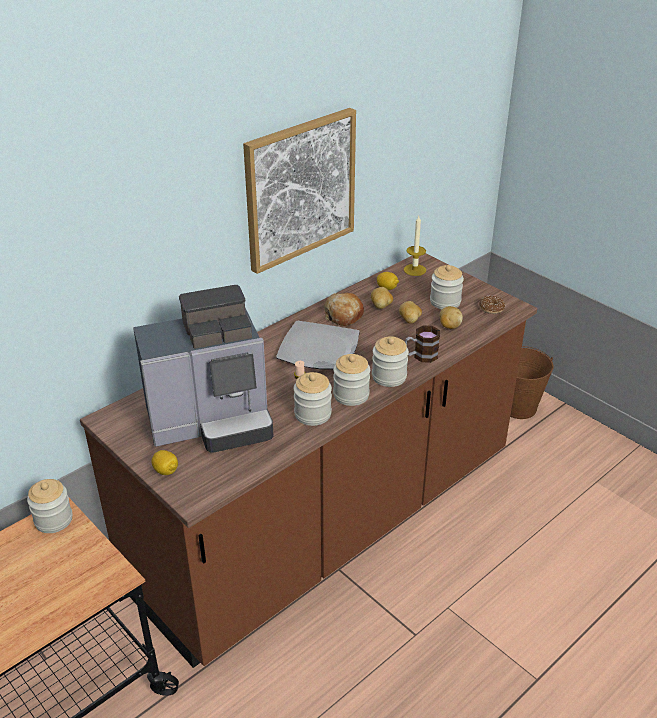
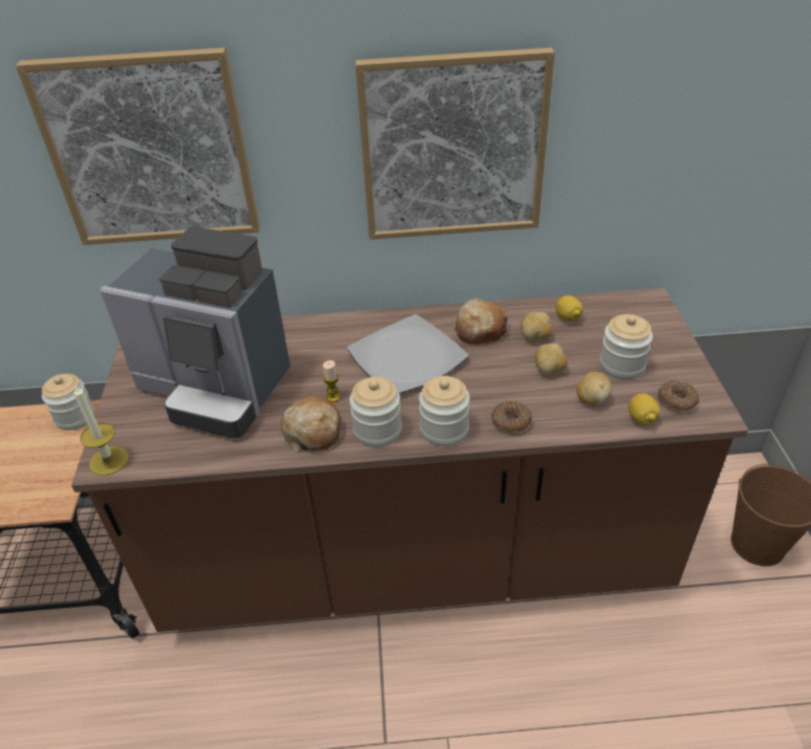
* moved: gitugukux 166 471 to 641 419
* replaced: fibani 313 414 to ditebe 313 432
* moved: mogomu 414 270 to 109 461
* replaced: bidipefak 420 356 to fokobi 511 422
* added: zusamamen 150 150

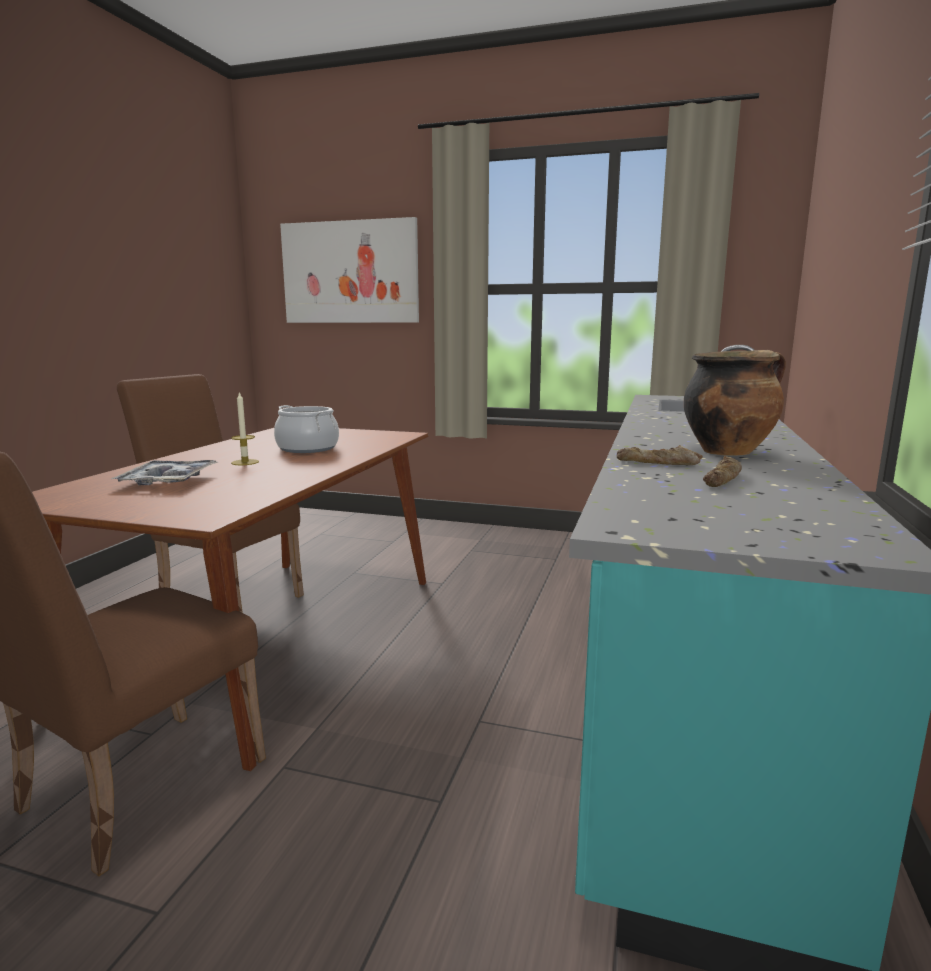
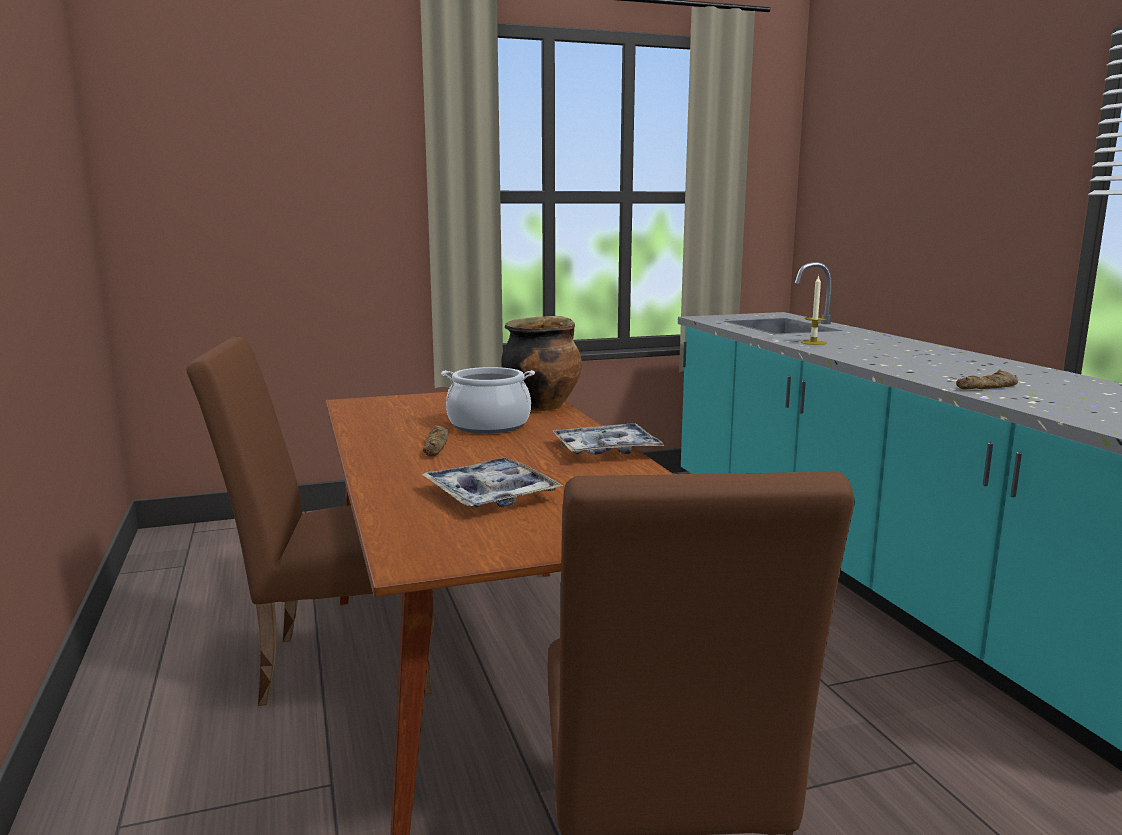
* moved: mogomu 245 462 to 813 343
* removed: zusamamen 350 272
* moved: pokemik 728 451 to 542 406
* moved: ditebe 723 480 to 437 447
* added: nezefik 606 450

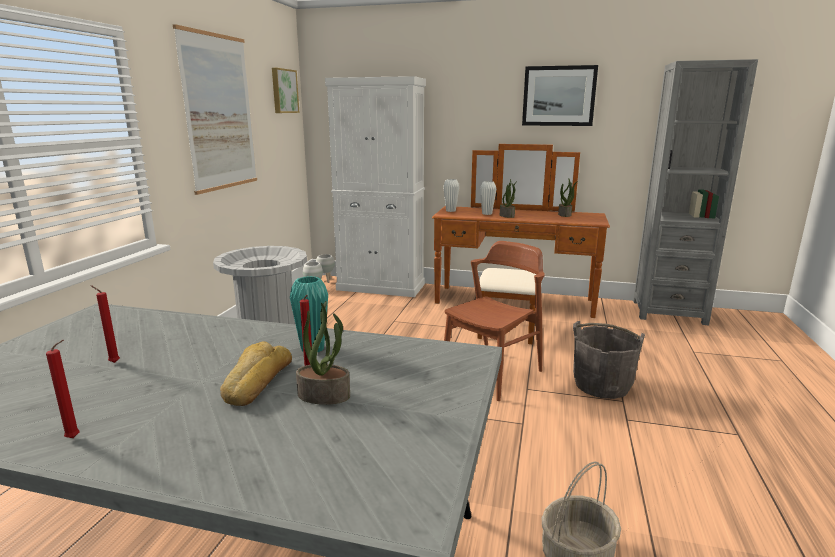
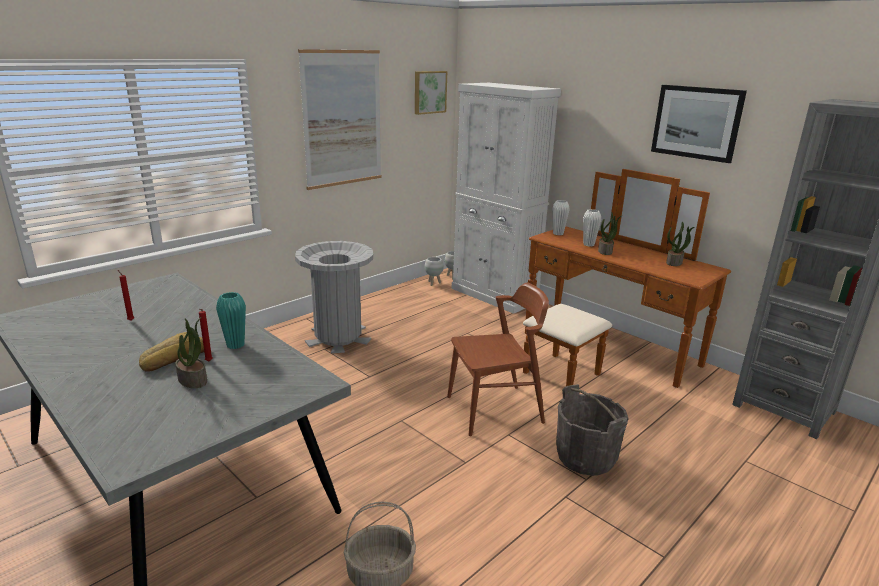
* removed: red_mogomu 75 438

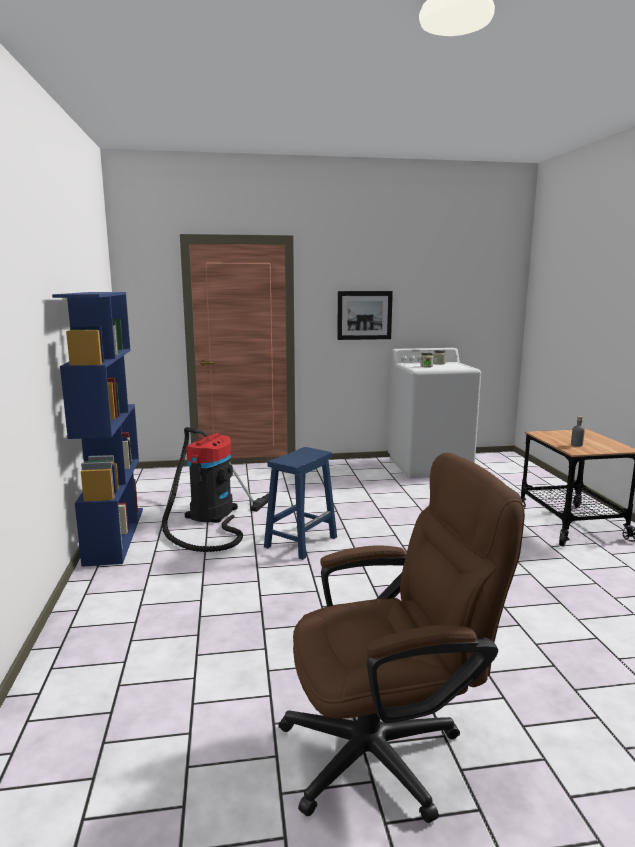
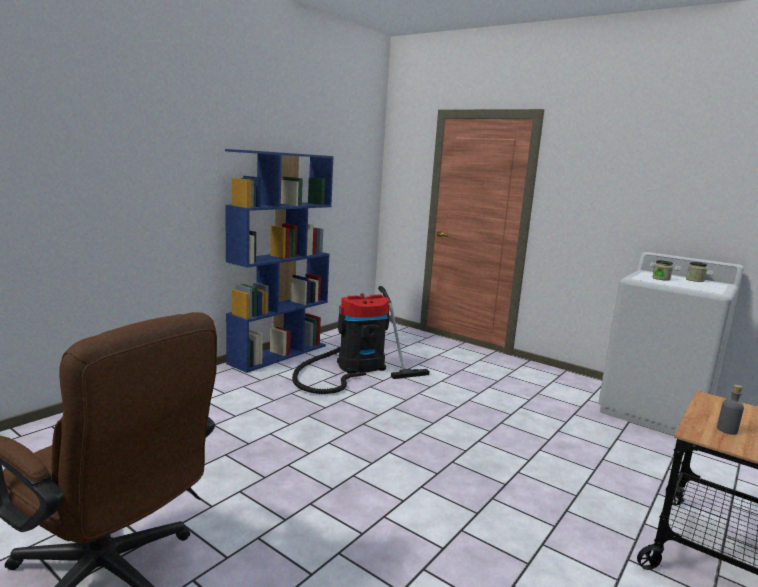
* removed: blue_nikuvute 301 541
* removed: zusamamen 364 315

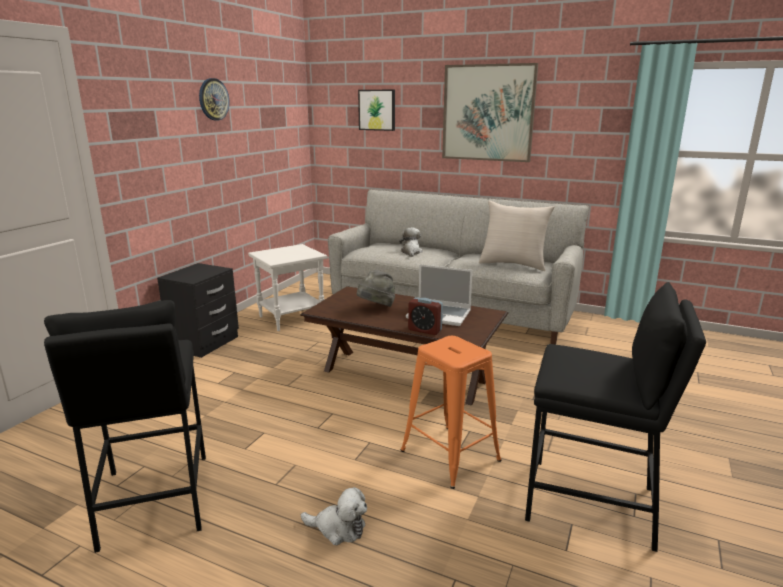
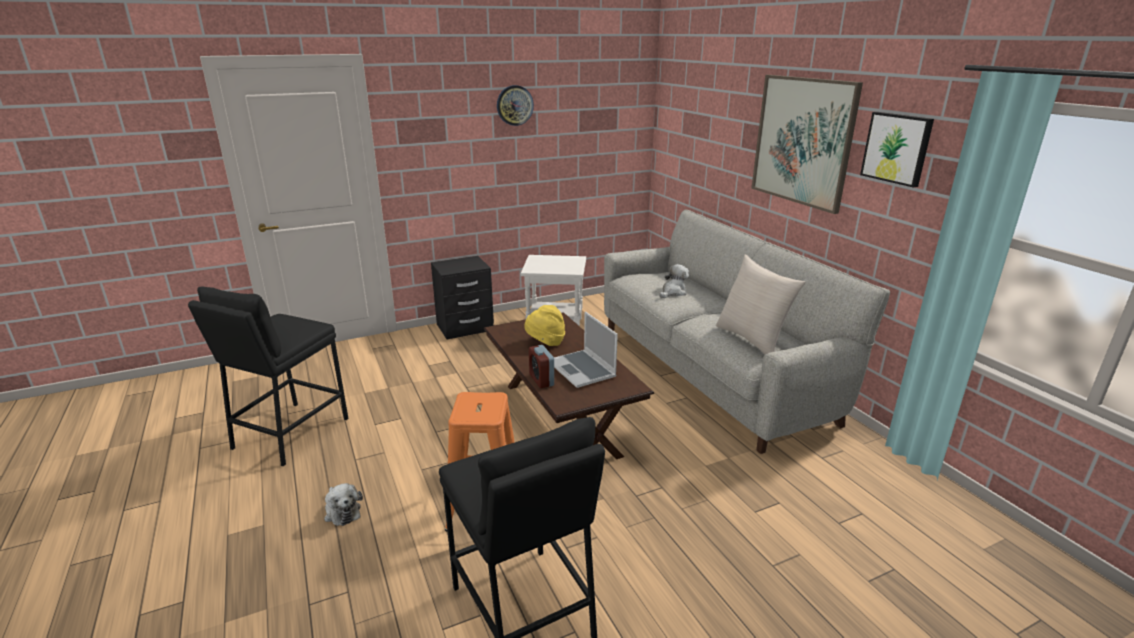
* recoloured: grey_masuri 376 308 to yellow_masuri 545 342
* moved: zusamamen 377 110 to 897 148

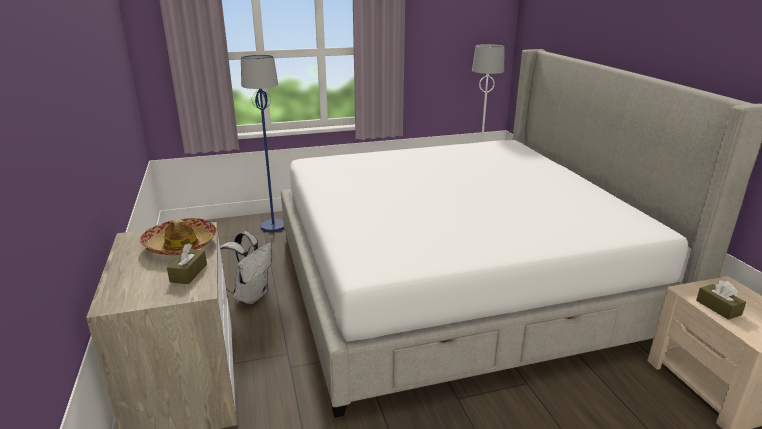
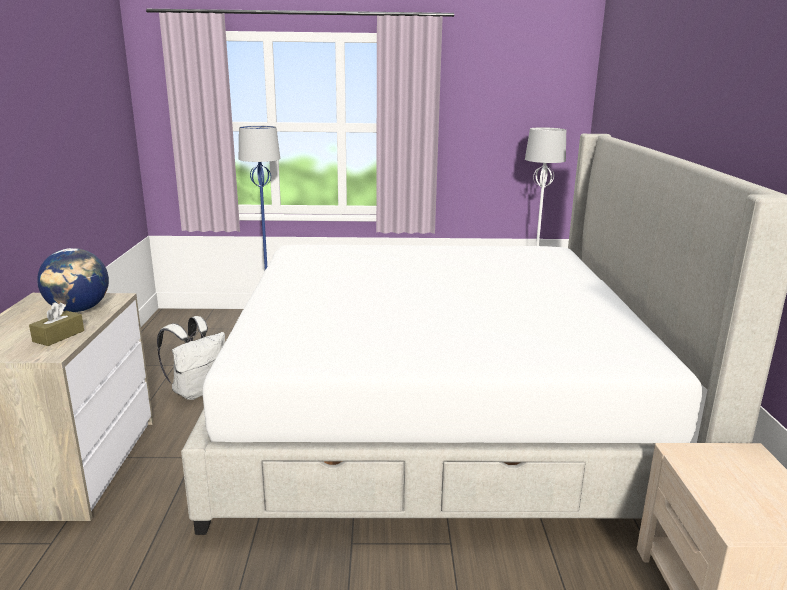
* replaced: masuri 180 245 to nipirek 79 310
* removed: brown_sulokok 718 307

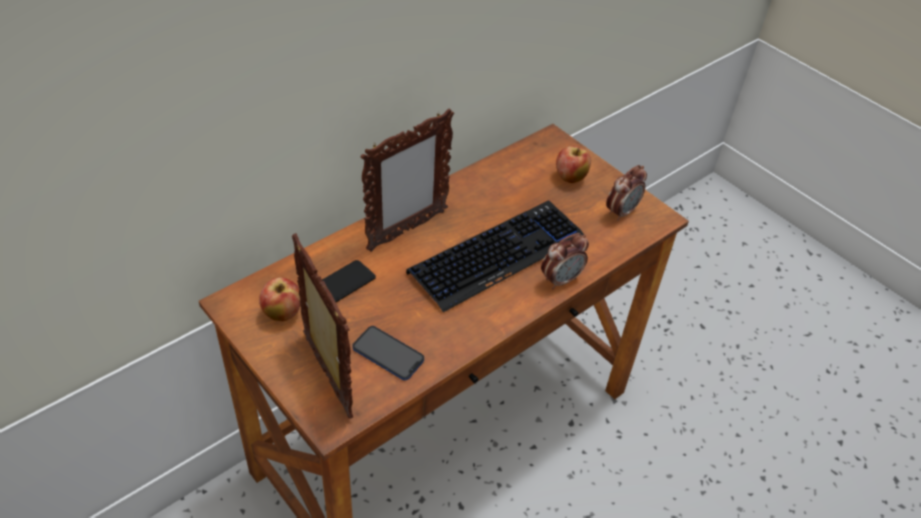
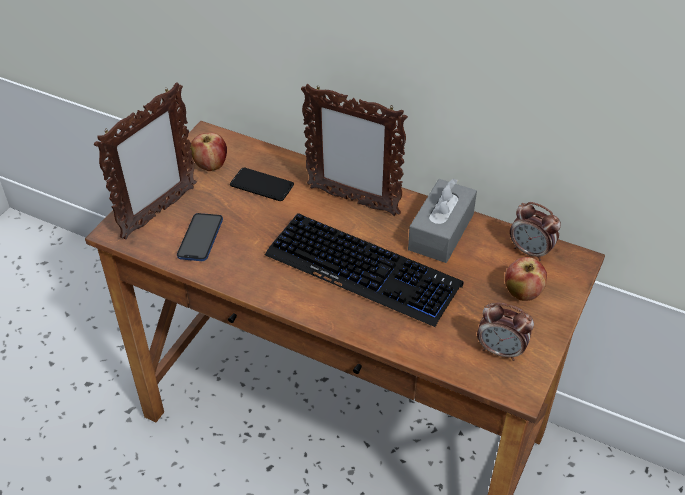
* moved: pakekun 561 280 to 530 251
* added: grey_sulokok 441 232

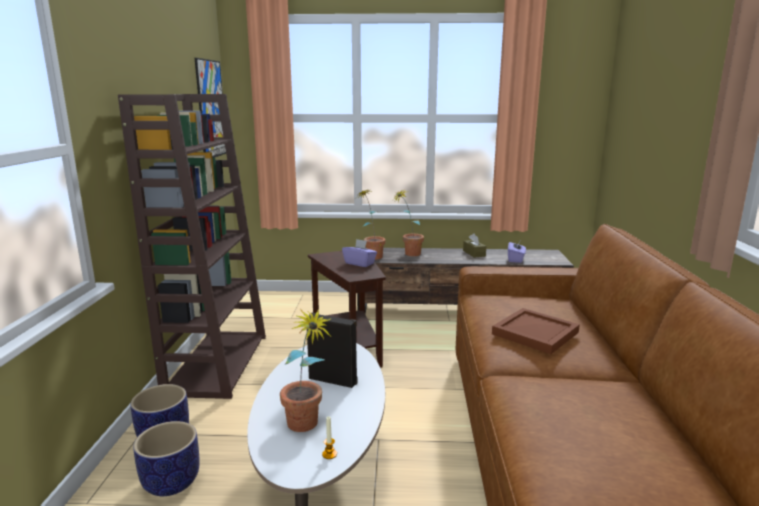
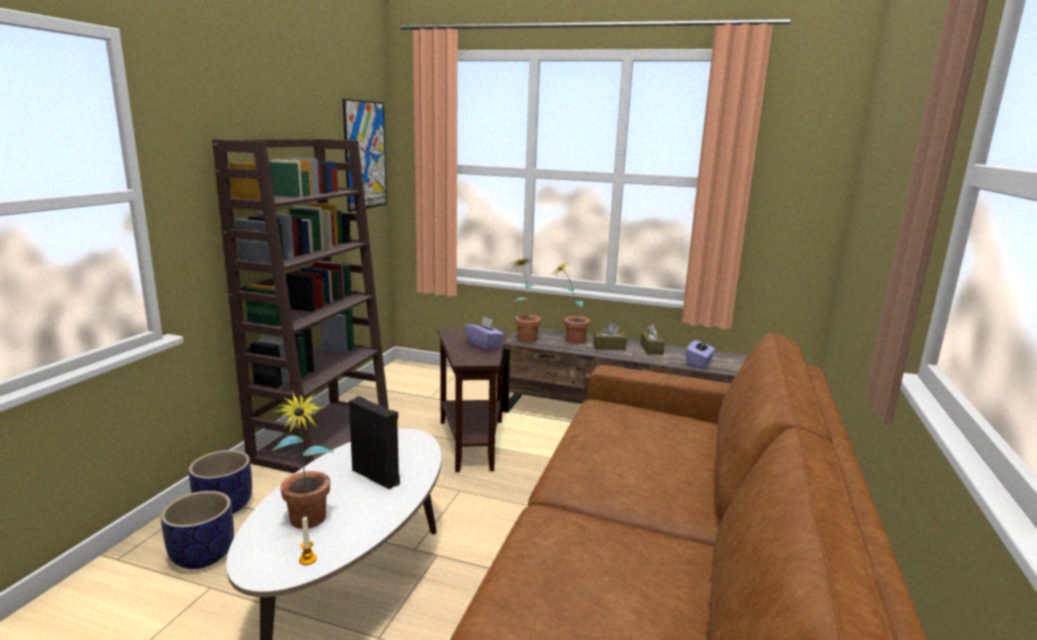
* removed: brown_nezefik 536 333
* added: brown_sulokok 609 347

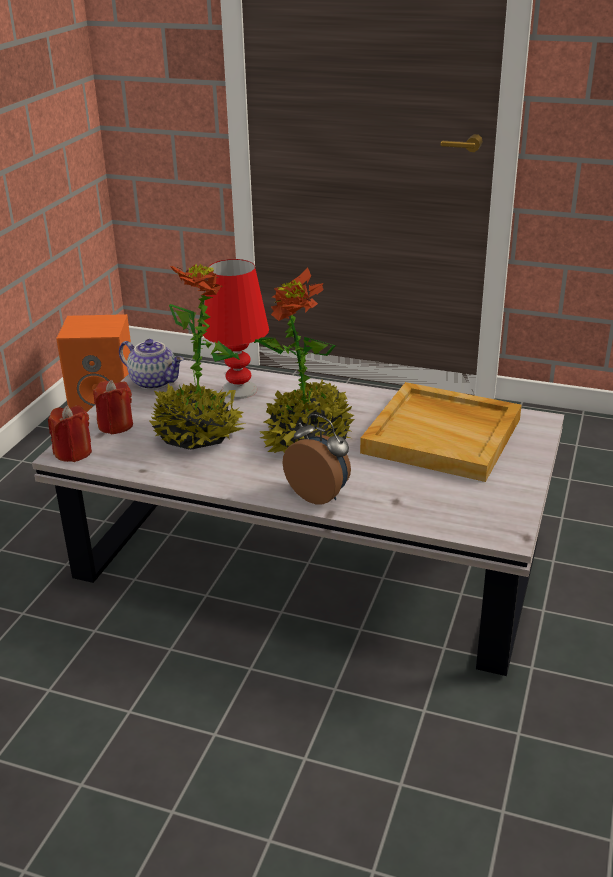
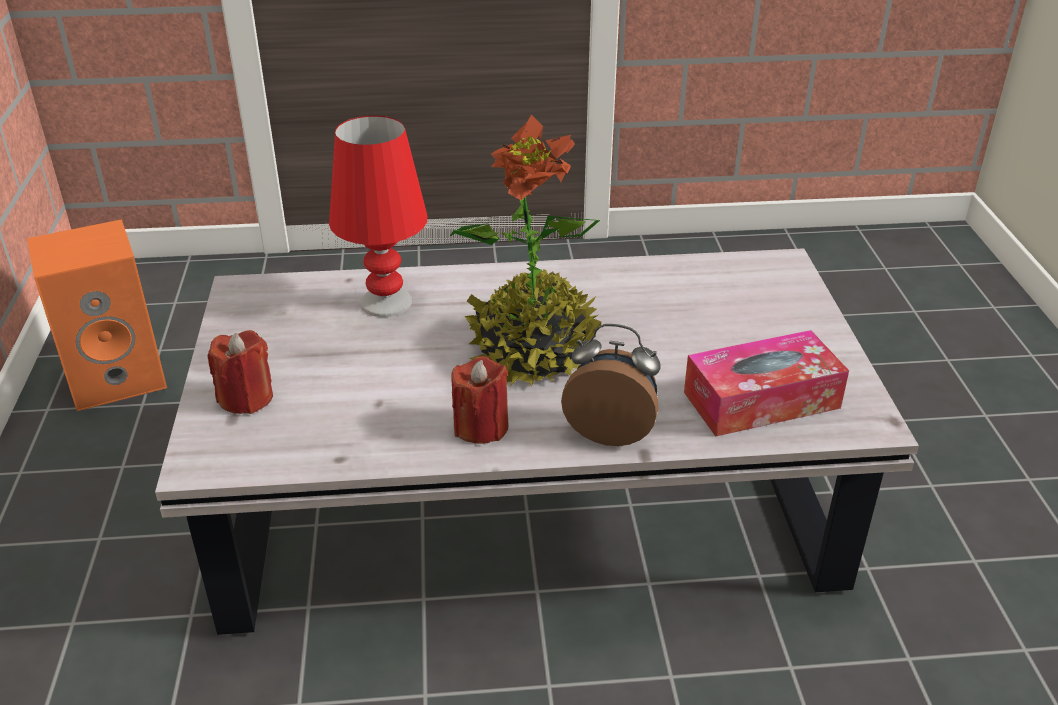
* moved: red_mogomu 73 453 to 481 427
* removed: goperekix 155 382
* removed: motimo 198 434
* removed: beige_nezefik 443 435
* added: sulokok 761 400

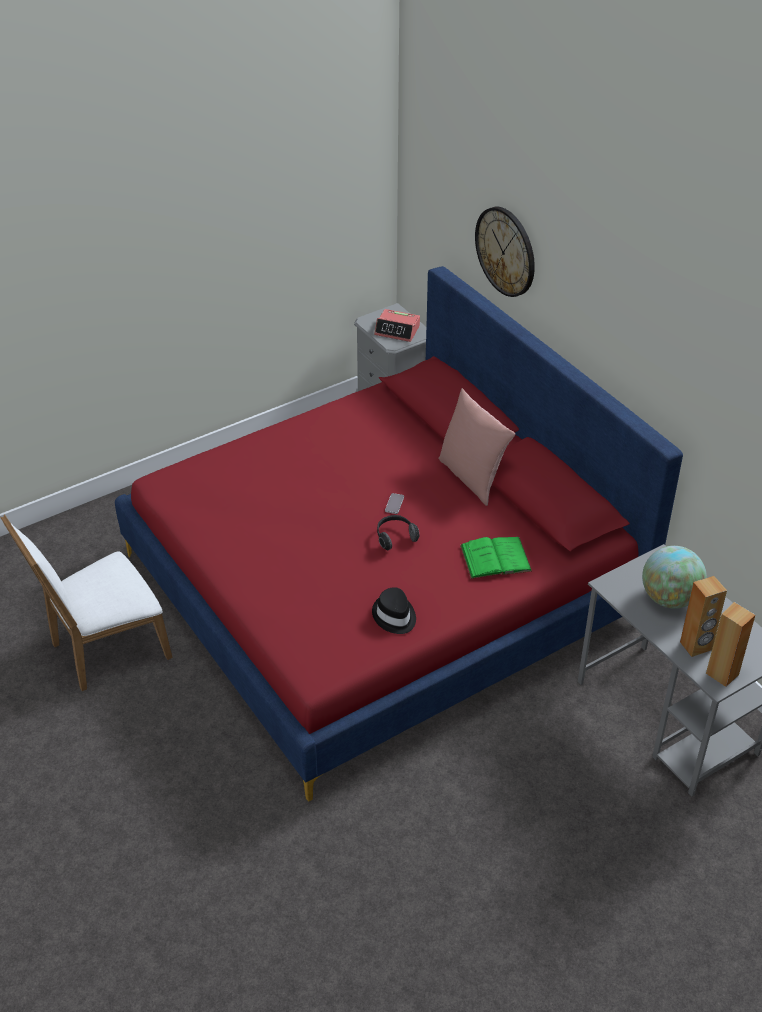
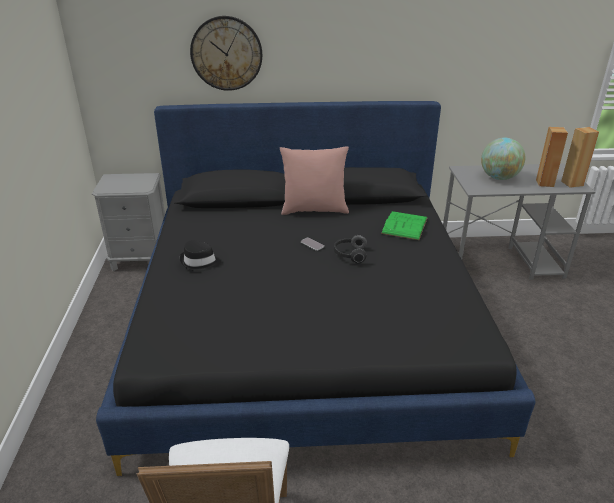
* recoloured: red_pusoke 381 587 to black_pusoke 307 328
* moved: black_masuri 394 616 to 200 262
* removed: pakekun 397 330

